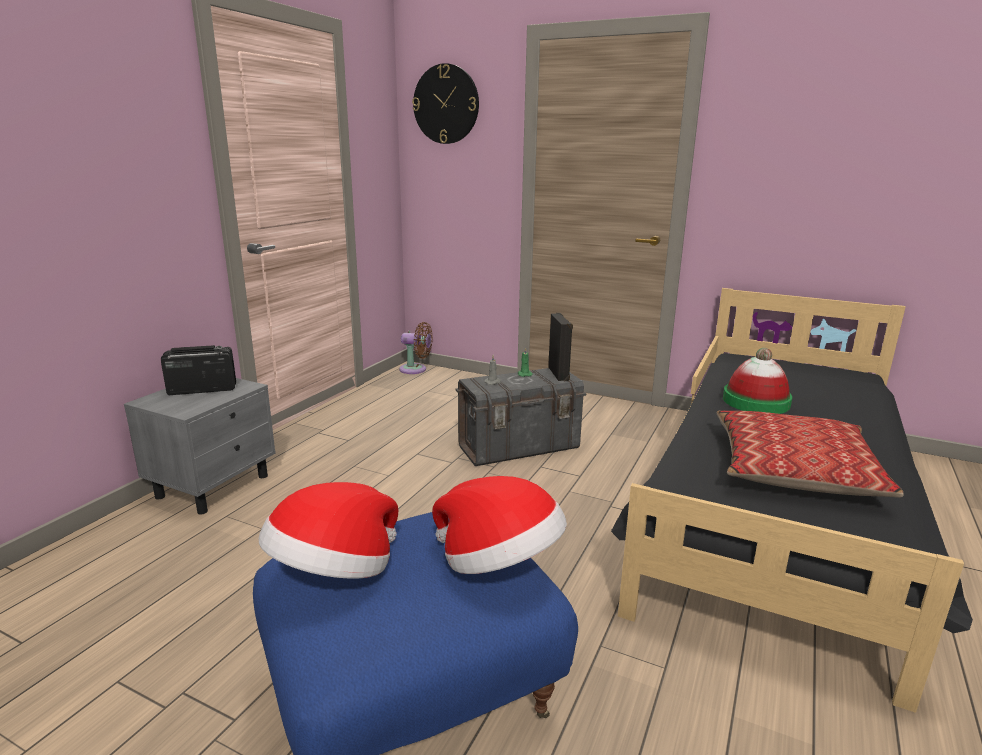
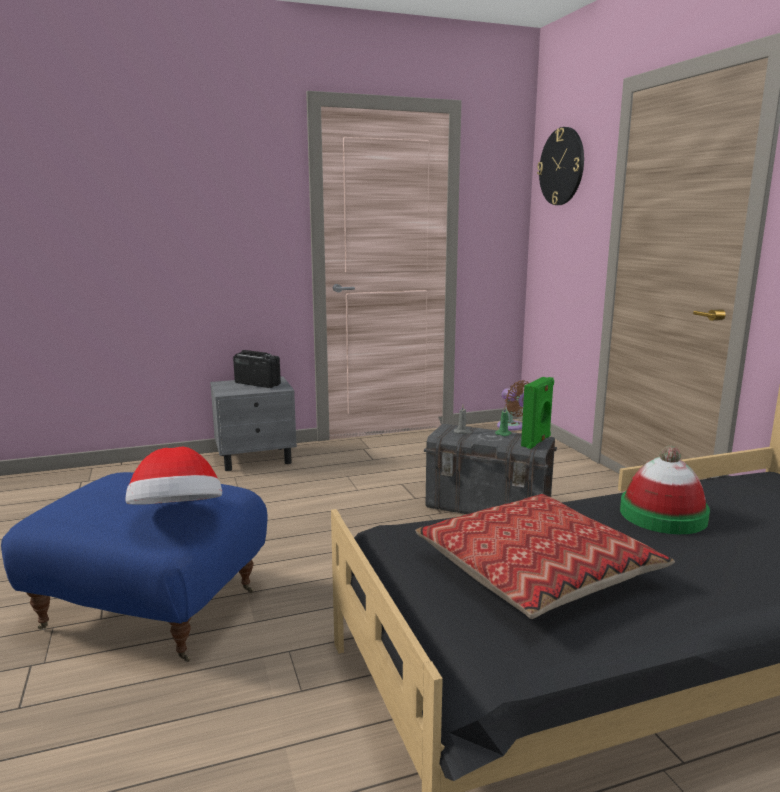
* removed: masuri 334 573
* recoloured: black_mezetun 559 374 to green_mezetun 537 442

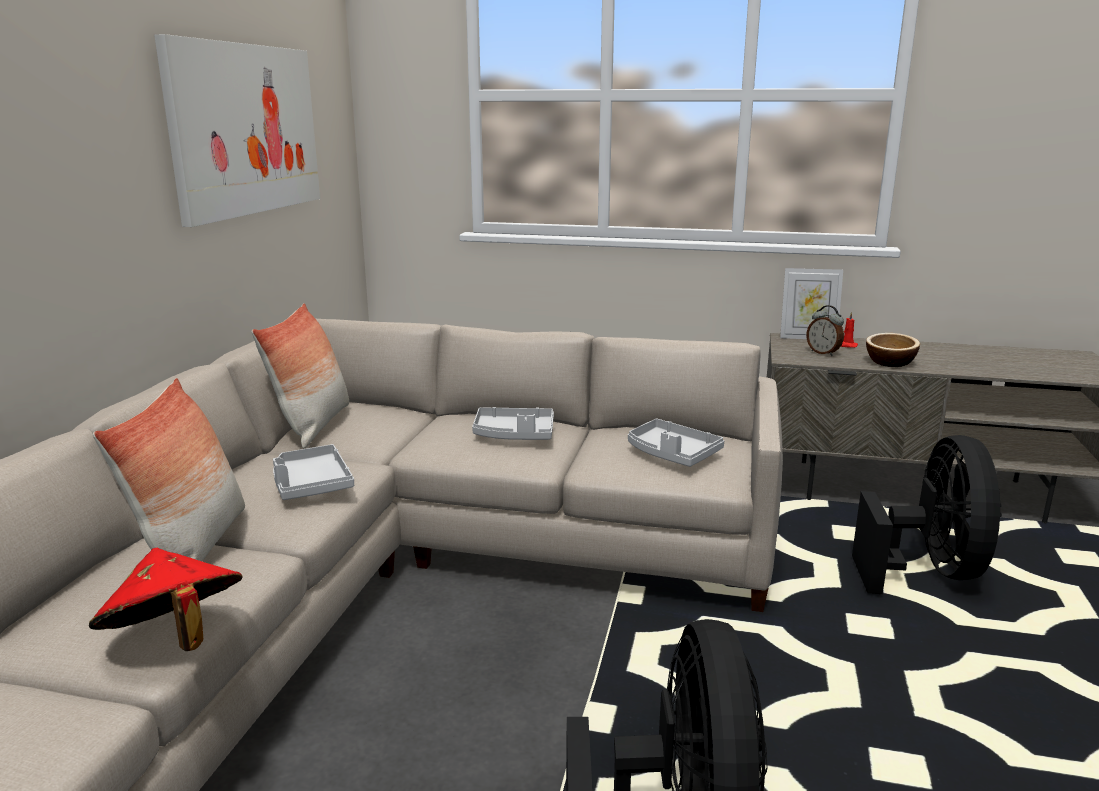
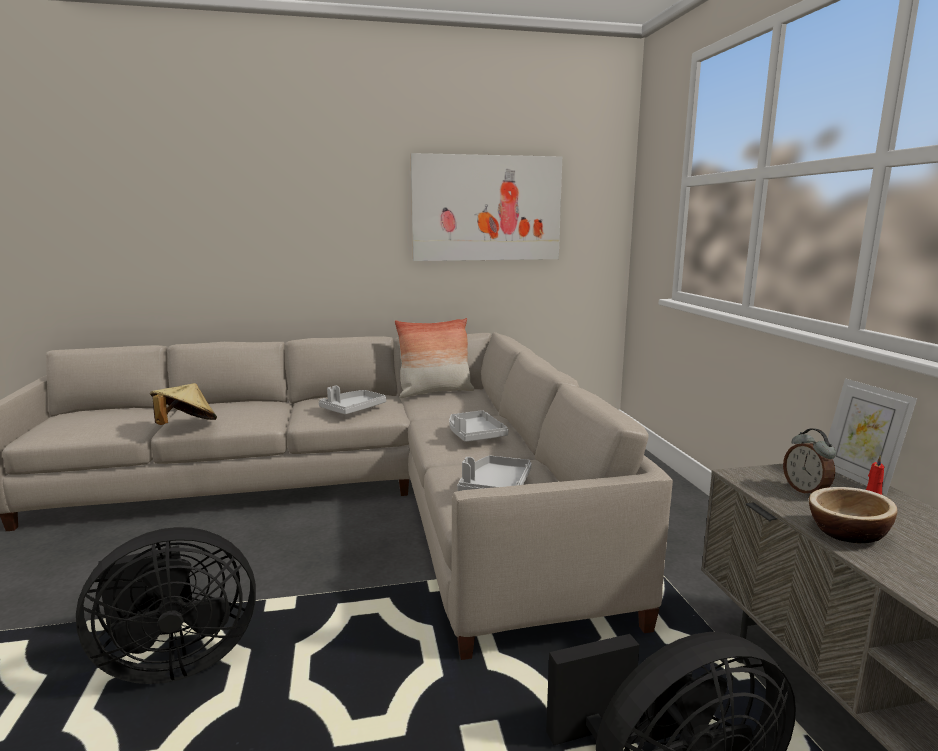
* recoloured: red_masuri 175 639 to beige_masuri 186 426
* removed: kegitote 194 547
* turned: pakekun 823 353 = 806 491 45 degrees counterclockwise

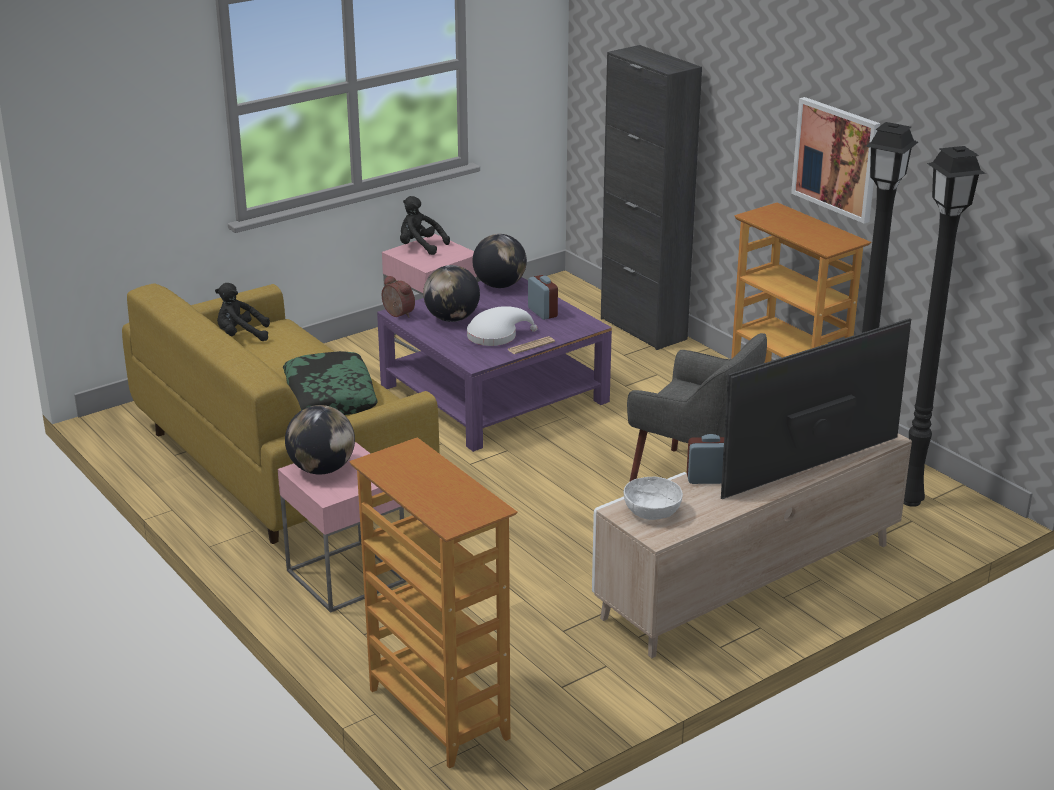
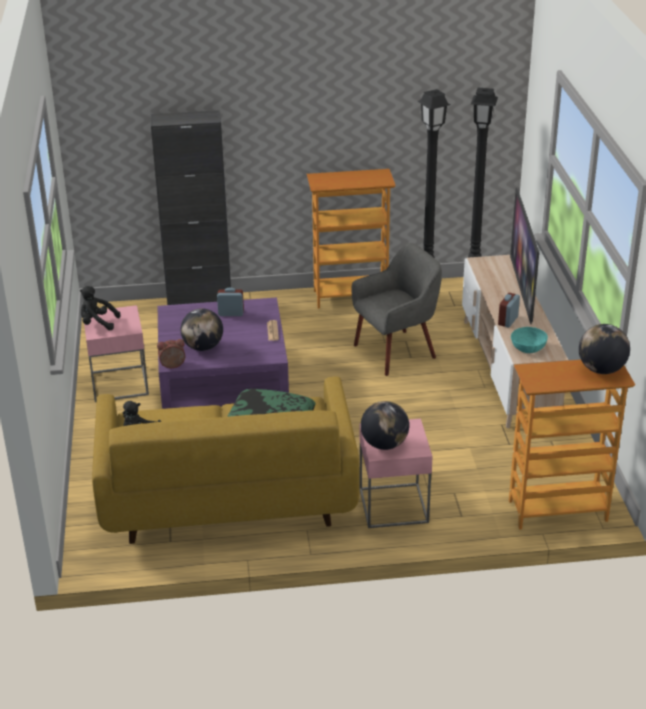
* turned: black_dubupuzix 420 247 = 97 323 45 degrees clockwise
* removed: white_masuri 496 336
* moved: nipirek 499 285 to 601 369
* recoloured: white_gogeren 651 511 to turquoise_gogeren 528 348
* removed: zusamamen 836 158

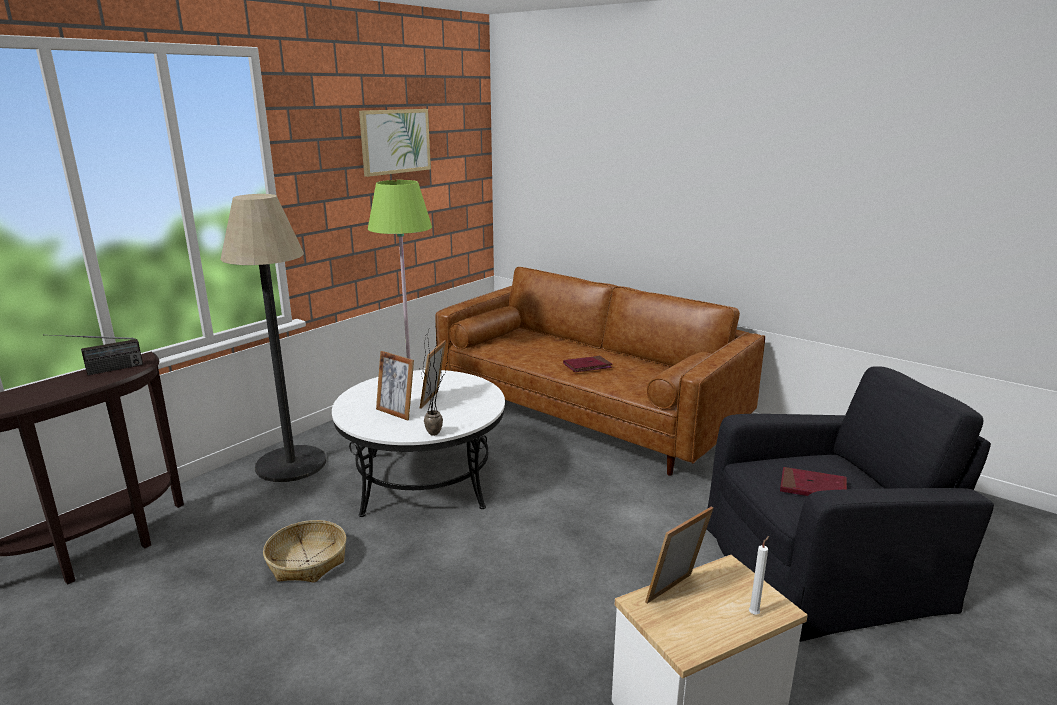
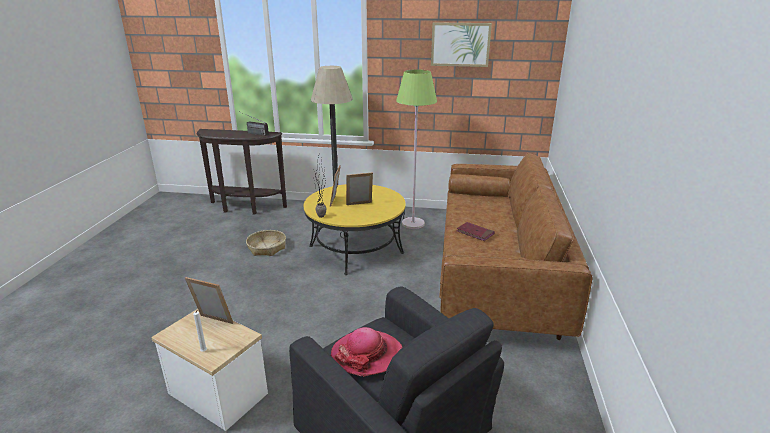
* recoloured: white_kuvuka 424 480 to yellow_kuvuka 356 249
* replaced: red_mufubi 812 488 to masuri 367 355

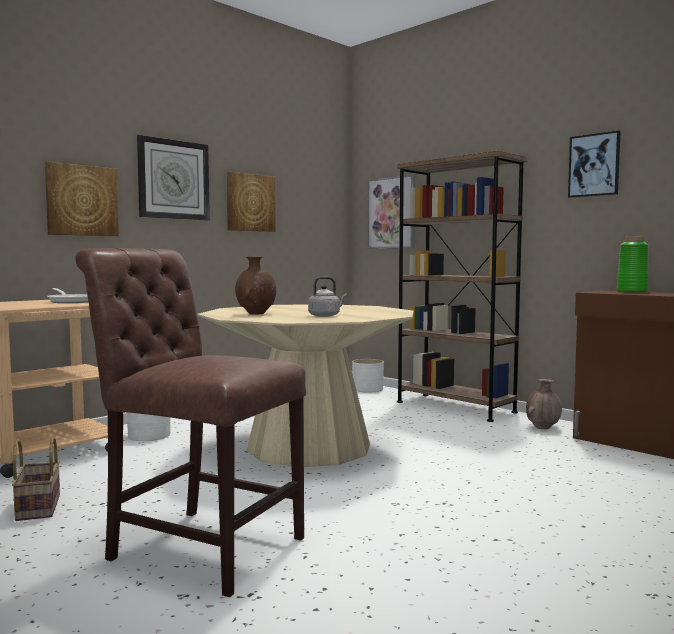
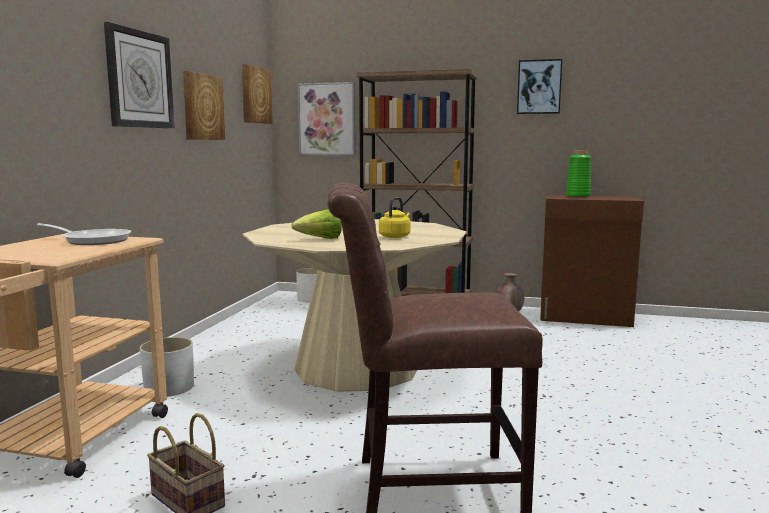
* moved: zusamamen 81 200 to 255 95
* replaced: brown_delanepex 256 314 to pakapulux 320 239
* recoloured: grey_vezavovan 325 316 to yellow_vezavovan 395 236

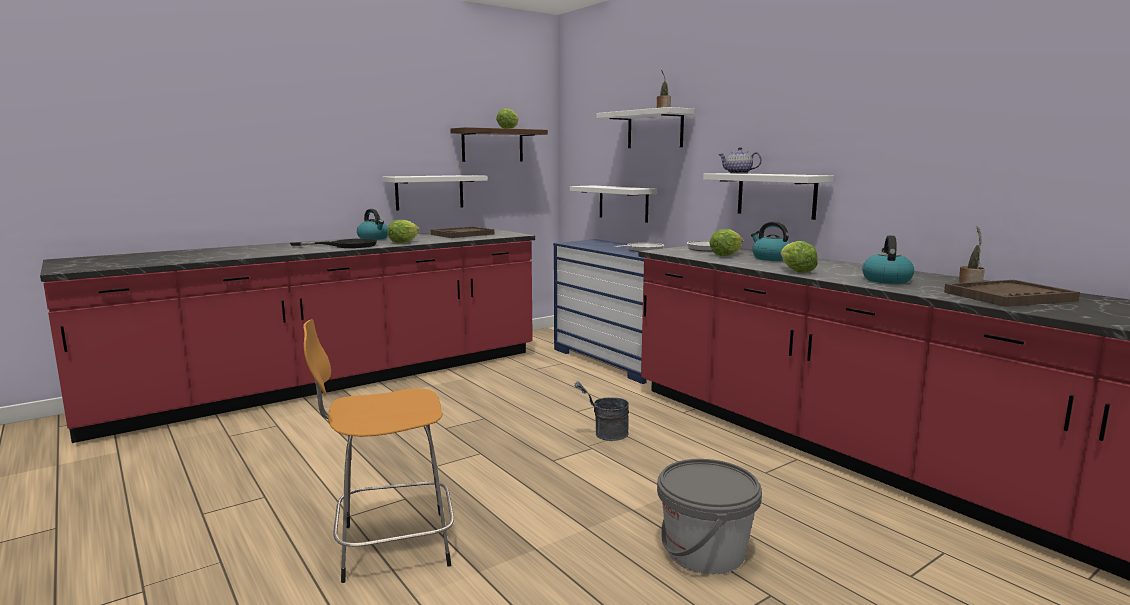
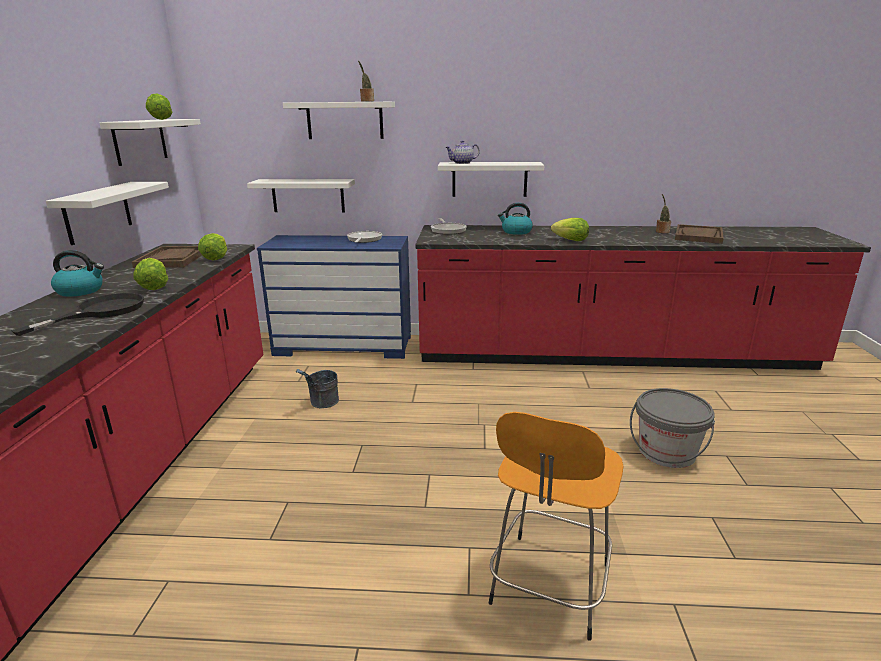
* recoloured: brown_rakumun 492 145 to white_rakumun 140 141
* moved: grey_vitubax 605 435 to 321 404
* moved: pakapulux 725 255 to 215 258
* removed: vezavovan 886 280

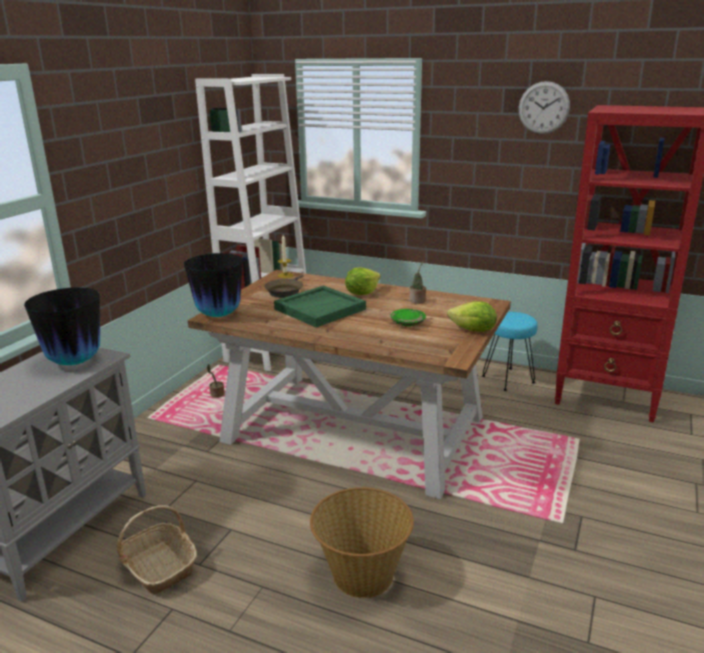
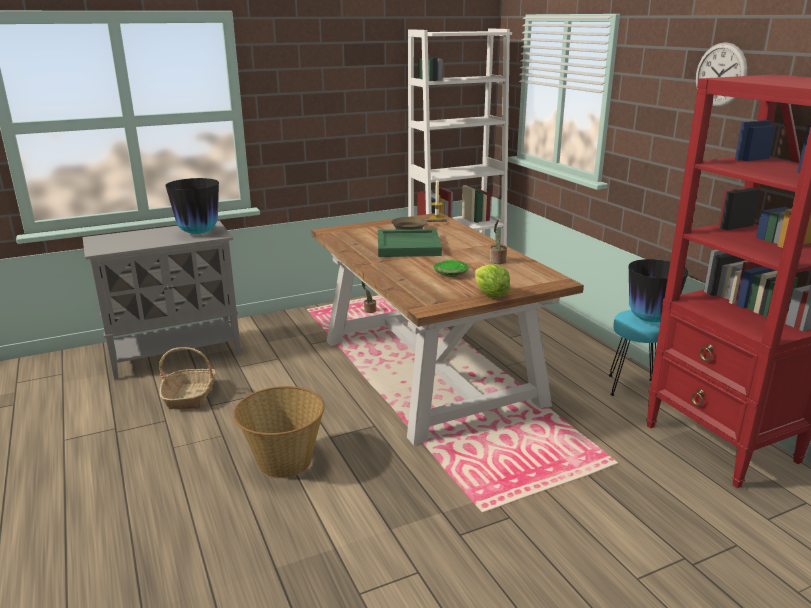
* moved: delanepex 218 315 to 650 320
* removed: pakapulux 362 293

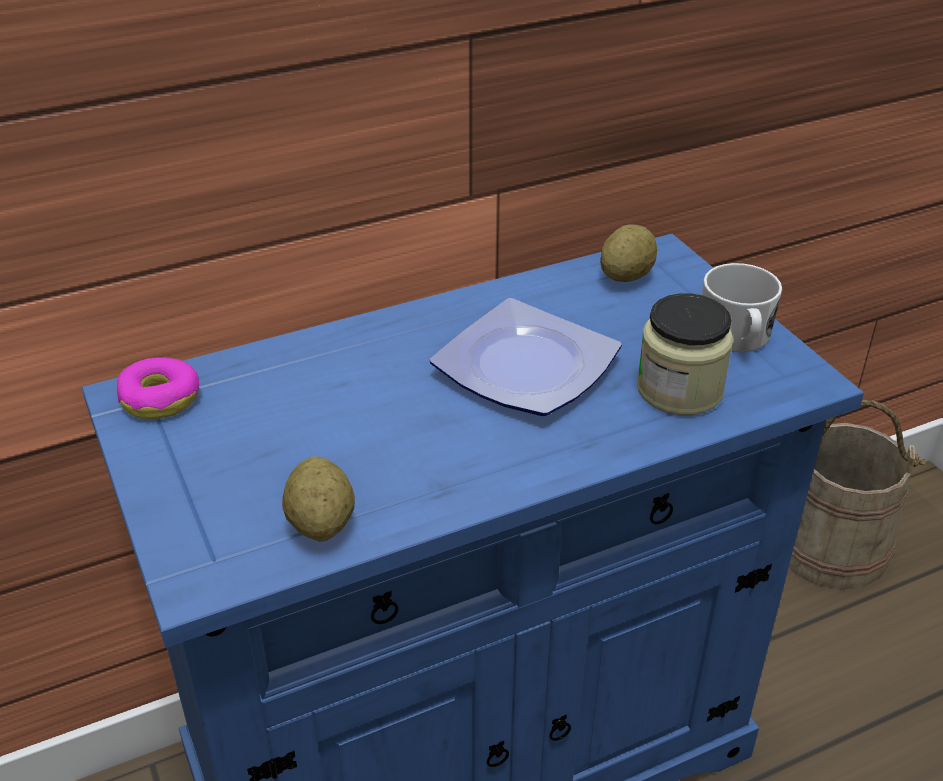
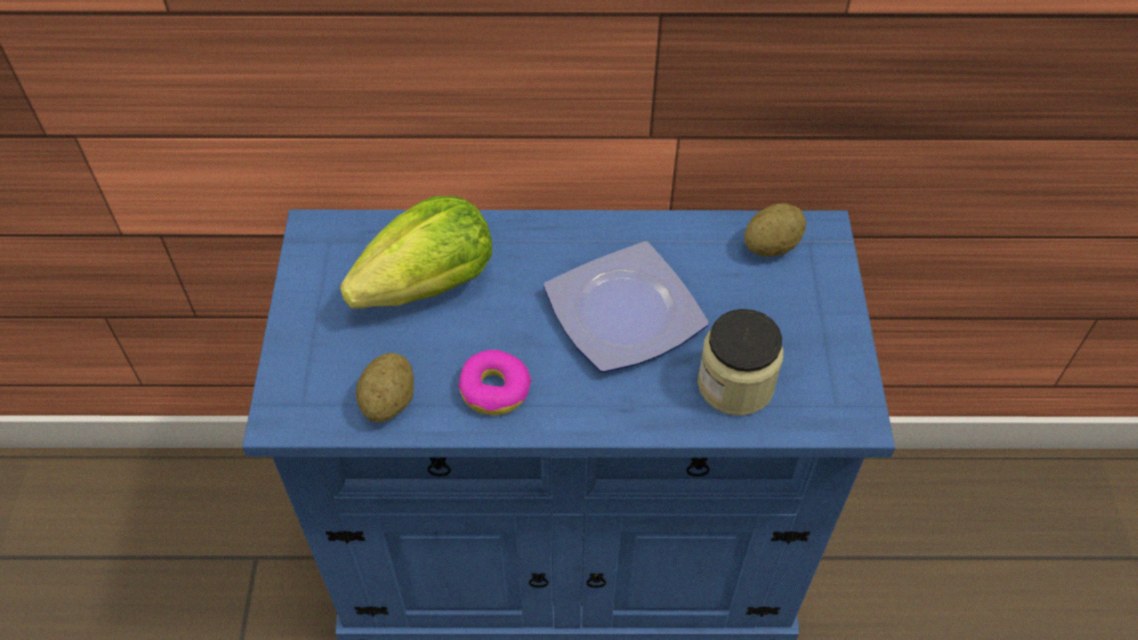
* moved: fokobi 160 398 to 495 389
* removed: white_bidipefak 736 338
* removed: beige_vitubax 830 545
* added: pakapulux 429 286

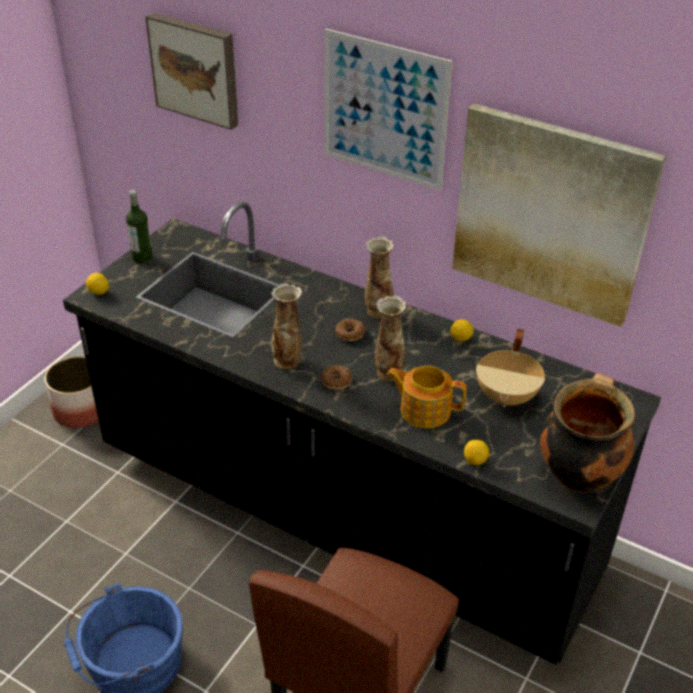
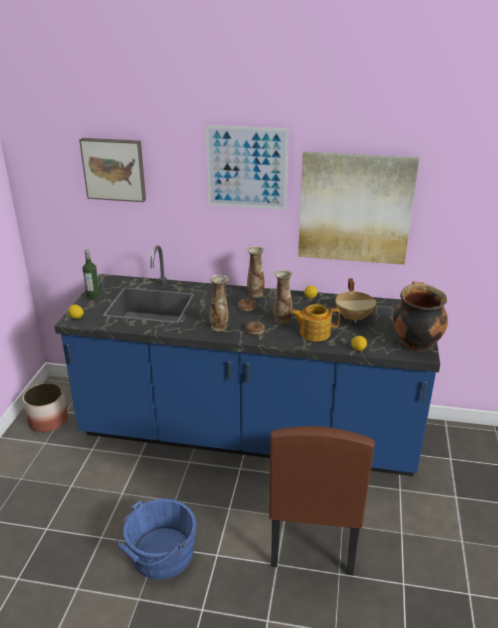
* recoloured: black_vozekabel 343 511 to blue_vozekabel 249 433

